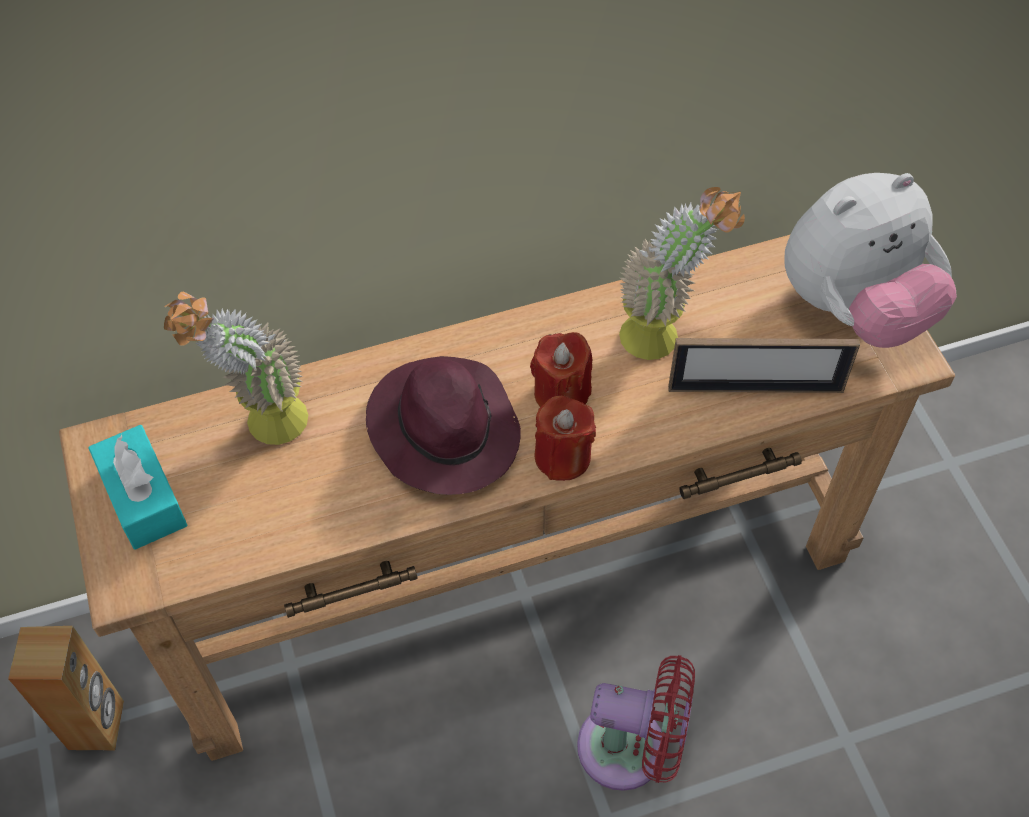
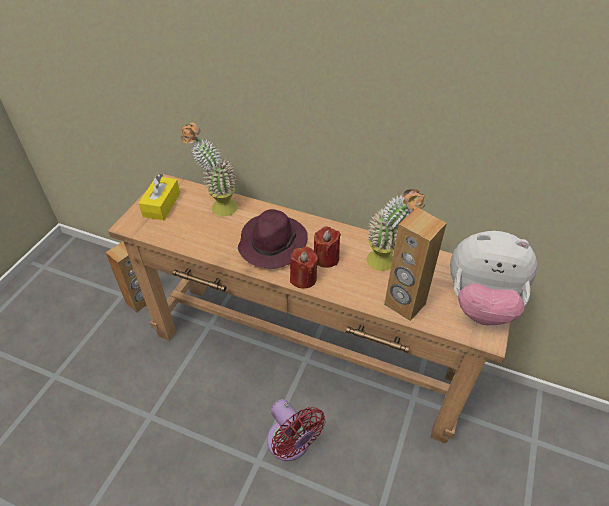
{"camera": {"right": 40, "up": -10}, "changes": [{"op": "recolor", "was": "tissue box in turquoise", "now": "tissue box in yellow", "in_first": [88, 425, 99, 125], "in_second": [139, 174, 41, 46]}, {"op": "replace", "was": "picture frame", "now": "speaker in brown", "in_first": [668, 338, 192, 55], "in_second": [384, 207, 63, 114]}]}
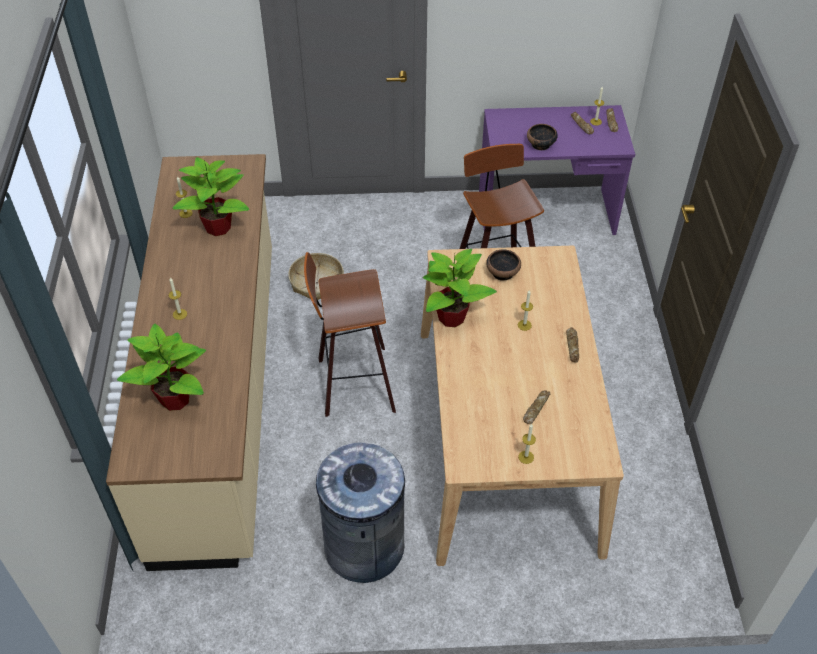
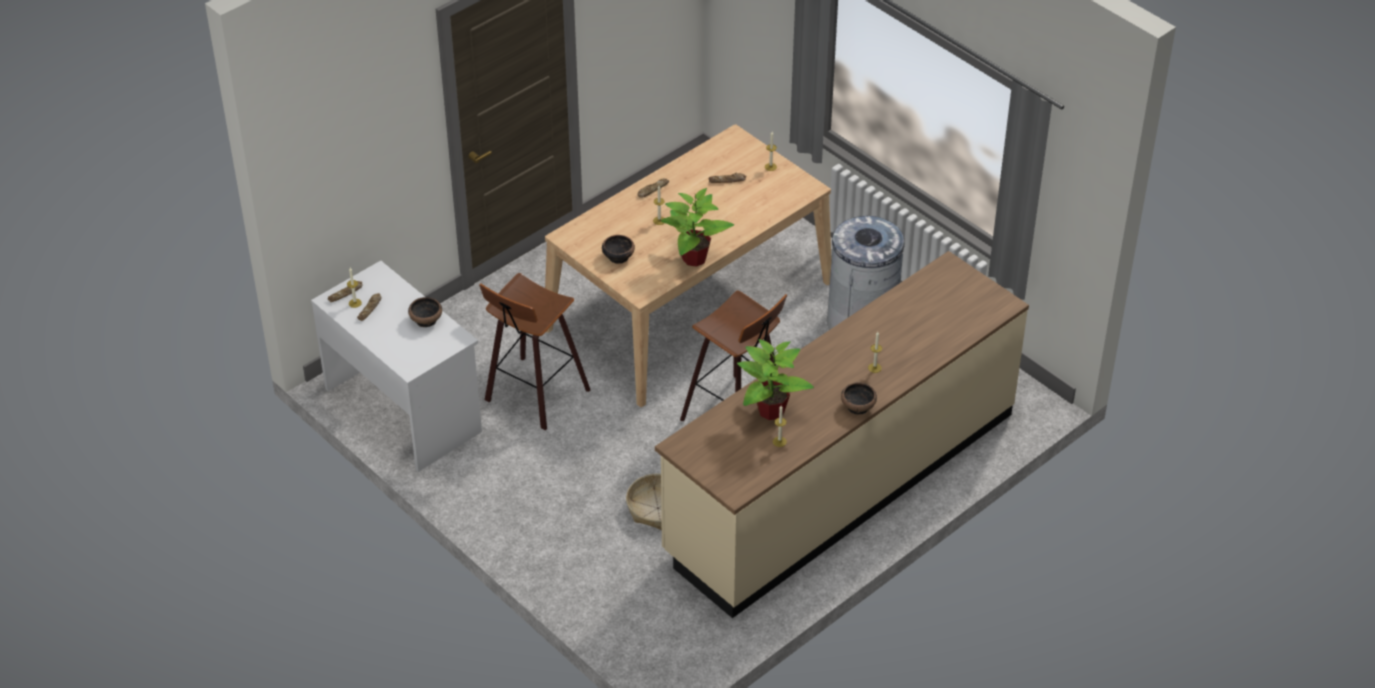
{"camera": {"right": -130, "up": -5}, "changes": [{"op": "delete", "was": "potted plant", "in_first": [117, 324, 89, 87]}, {"op": "recolor", "was": "desk in purple", "now": "desk in white", "in_first": [479, 105, 156, 130], "in_second": [311, 261, 171, 211]}, {"op": "insert", "now": "bowl", "in_second": [841, 382, 36, 33]}]}
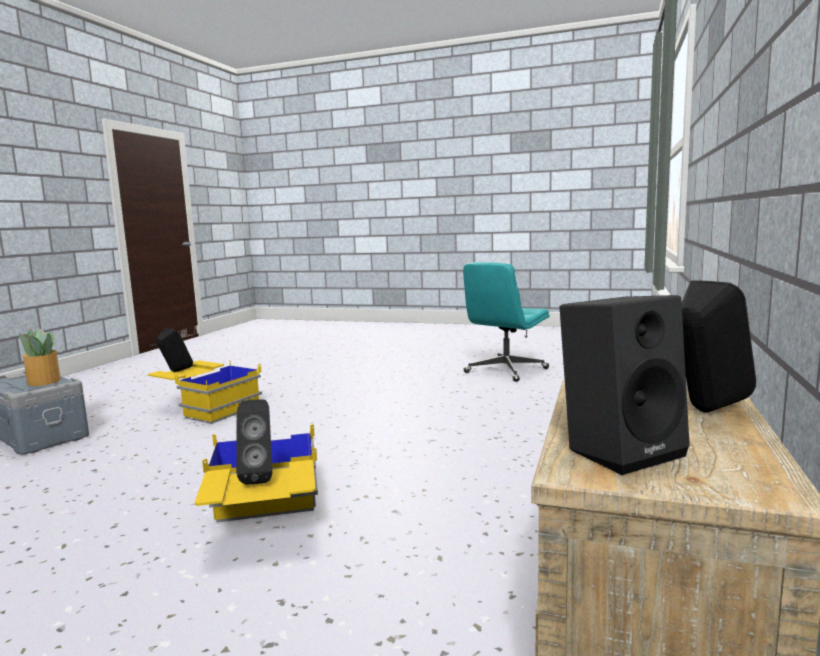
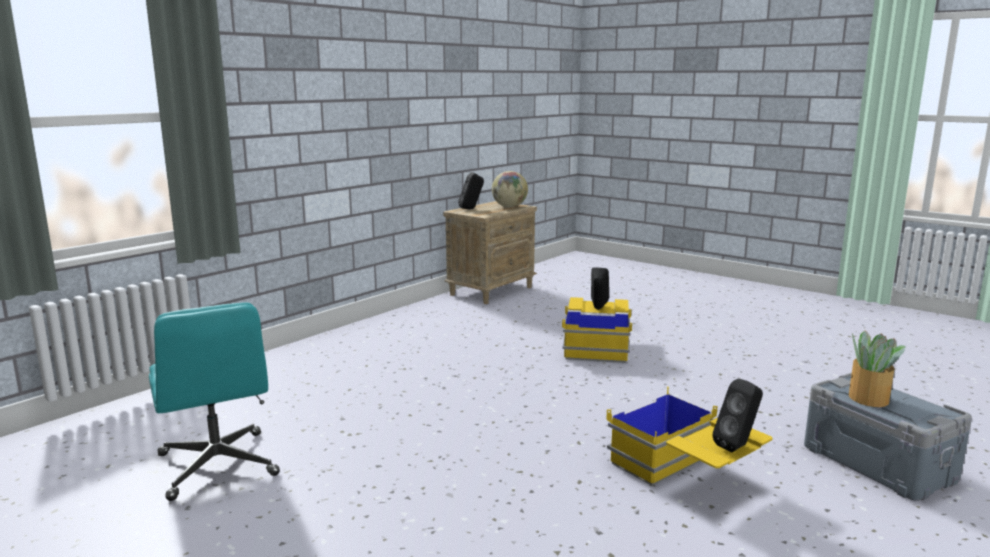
{"camera": {"right": -160, "up": 5}, "changes": [{"op": "rotate", "was": "office chair in turquoise", "in_first": [463, 262, 87, 120], "in_second": [149, 302, 131, 199], "clockwise": 90}, {"op": "replace", "was": "speaker in black", "now": "globe", "in_first": [560, 295, 130, 180], "in_second": [492, 171, 36, 36]}]}
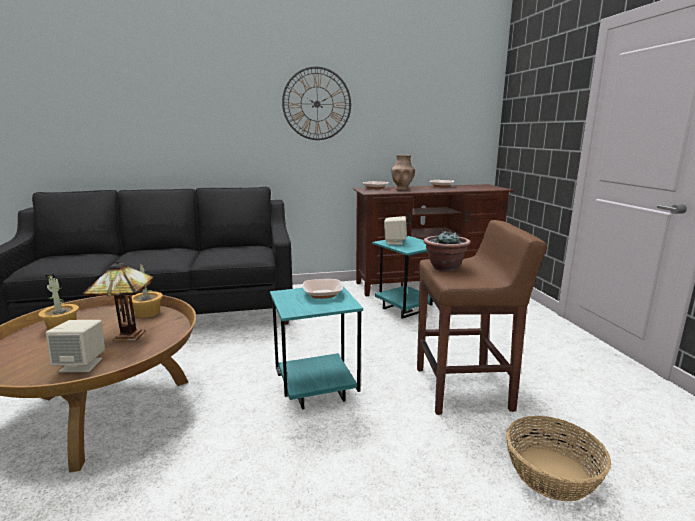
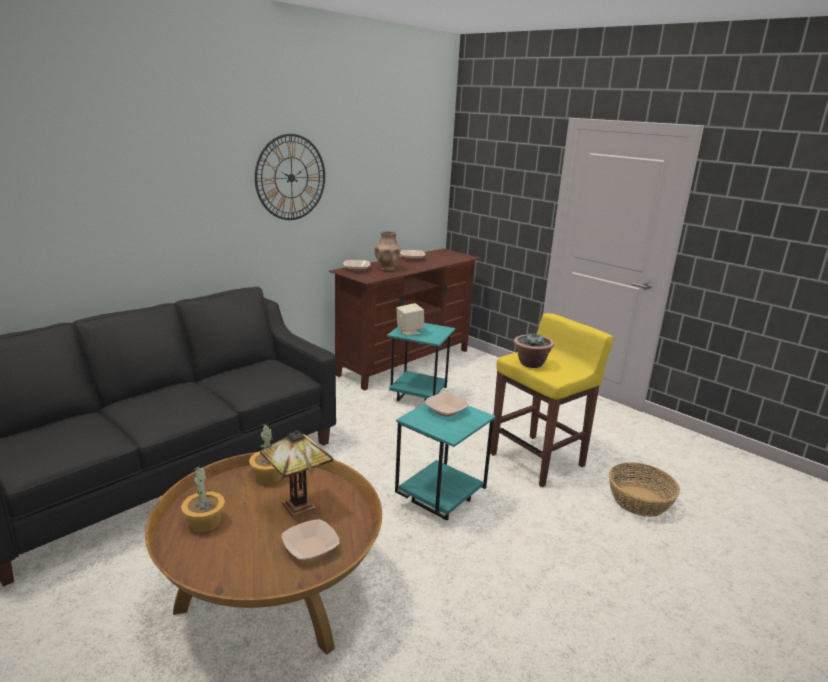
{"camera": {"right": -35, "up": 5}, "changes": [{"op": "replace", "was": "speaker in beige", "now": "bowl", "in_first": [46, 320, 59, 52], "in_second": [282, 519, 58, 41]}, {"op": "recolor", "was": "stool in brown", "now": "stool in yellow", "in_first": [417, 220, 130, 195], "in_second": [490, 313, 124, 174]}]}
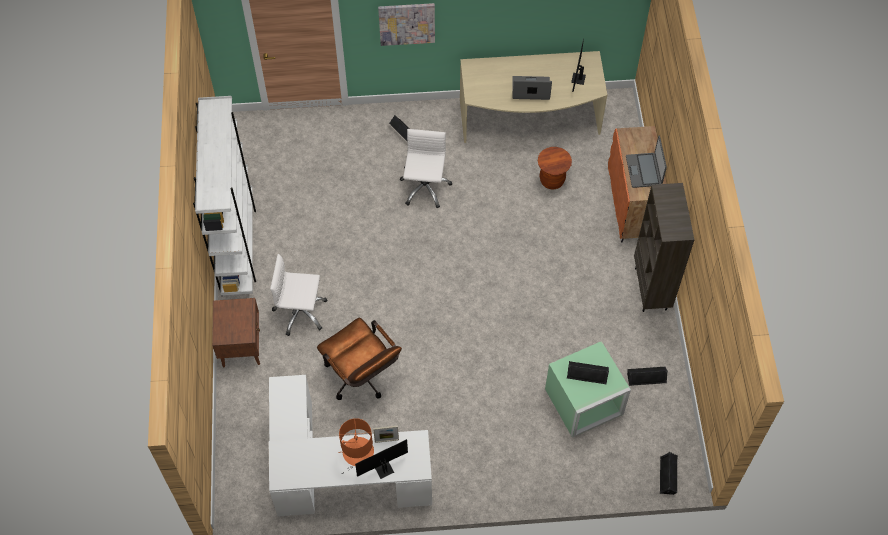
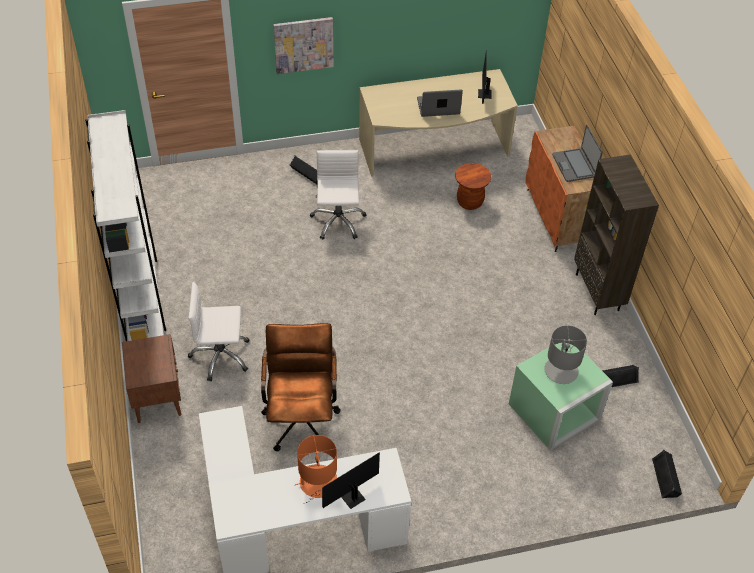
{"camera": {"right": -10, "up": -10}, "changes": [{"op": "rotate", "was": "office chair in brown", "in_first": [317, 318, 85, 82], "in_second": [261, 323, 80, 128], "clockwise": -135}, {"op": "delete", "was": "picture frame", "in_first": [373, 425, 26, 18]}, {"op": "replace", "was": "speaker in black", "now": "table lamp in grey", "in_first": [567, 361, 42, 23], "in_second": [544, 325, 43, 59]}]}
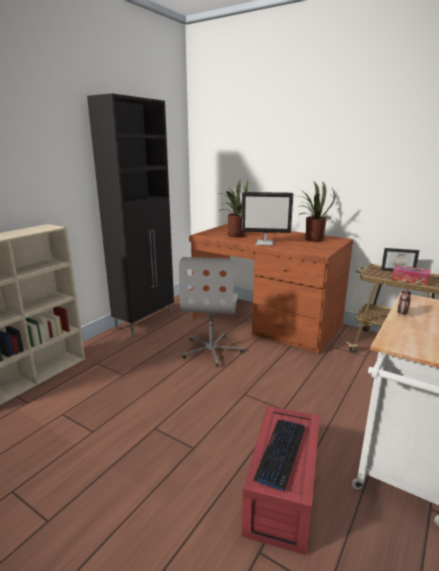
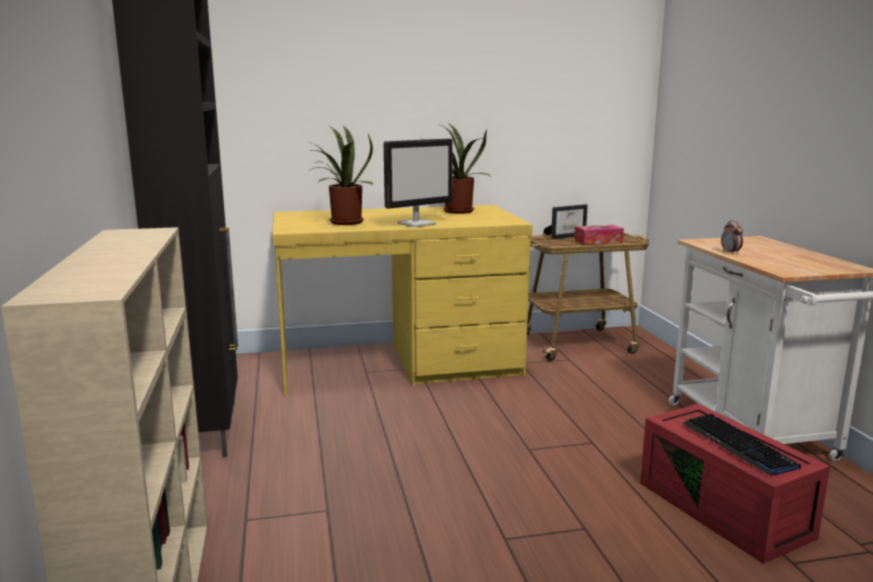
{"camera": {"right": -45, "up": -5}, "changes": [{"op": "delete", "was": "office chair in grey", "in_first": [179, 257, 65, 110]}, {"op": "recolor", "was": "desk in brown", "now": "desk in yellow", "in_first": [189, 224, 164, 131], "in_second": [272, 205, 261, 191]}]}
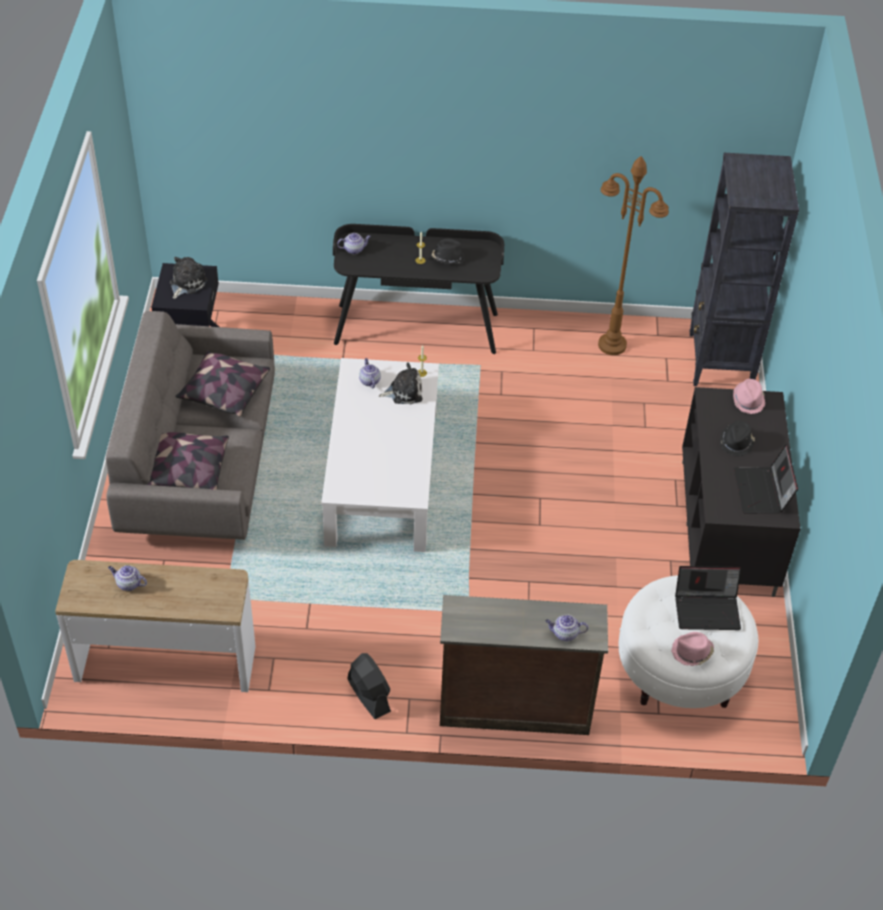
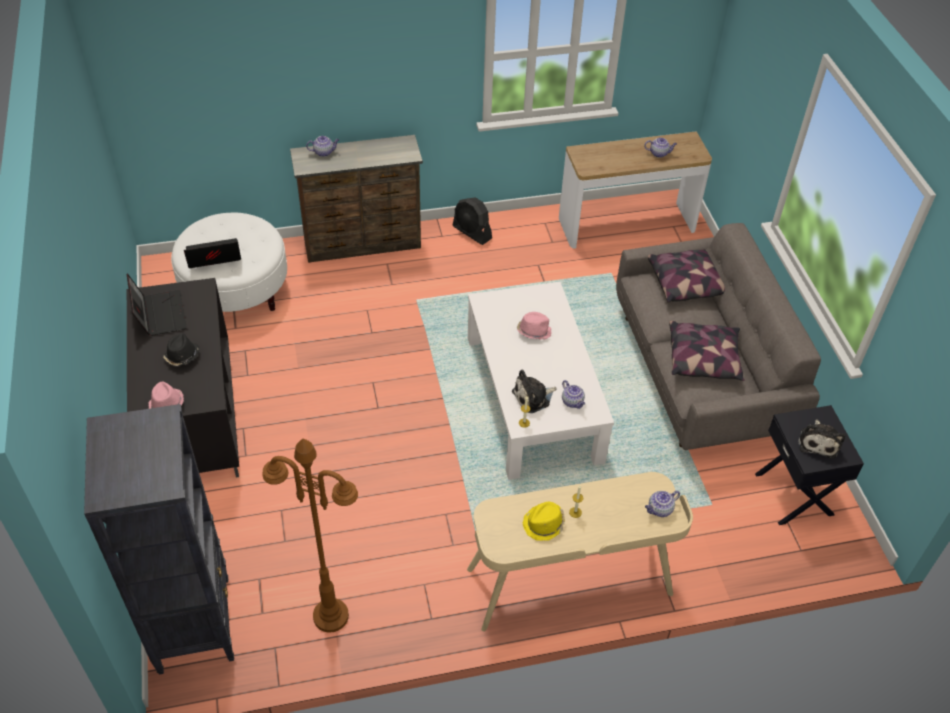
{"camera": {"right": 165, "up": 0}, "changes": [{"op": "recolor", "was": "desk in black", "now": "desk in beige", "in_first": [333, 224, 171, 130], "in_second": [467, 472, 226, 160]}, {"op": "recolor", "was": "hat in black", "now": "hat in yellow", "in_first": [432, 238, 33, 26], "in_second": [523, 502, 42, 39]}, {"op": "move", "was": "hat in pink", "in_first": [671, 632, 43, 34], "in_second": [517, 312, 35, 28]}]}
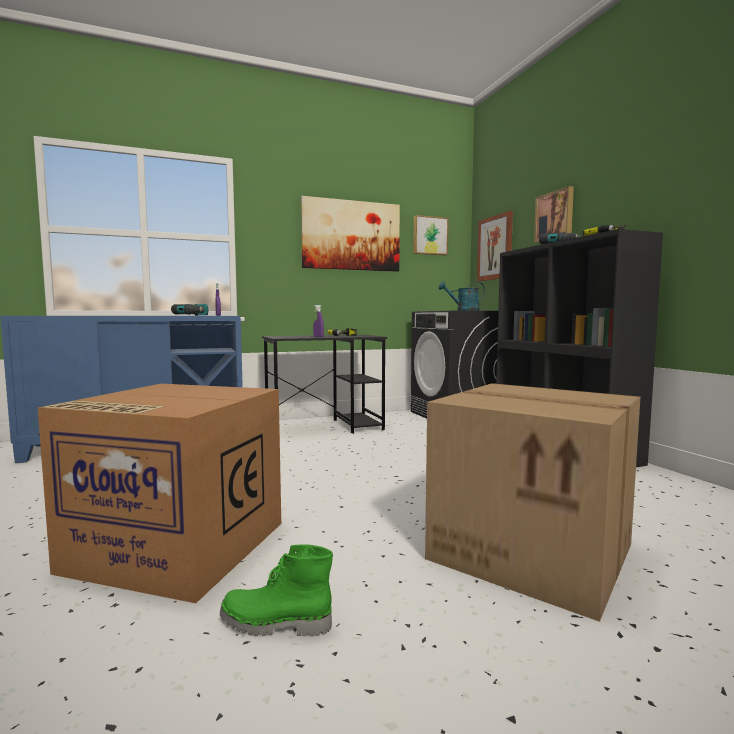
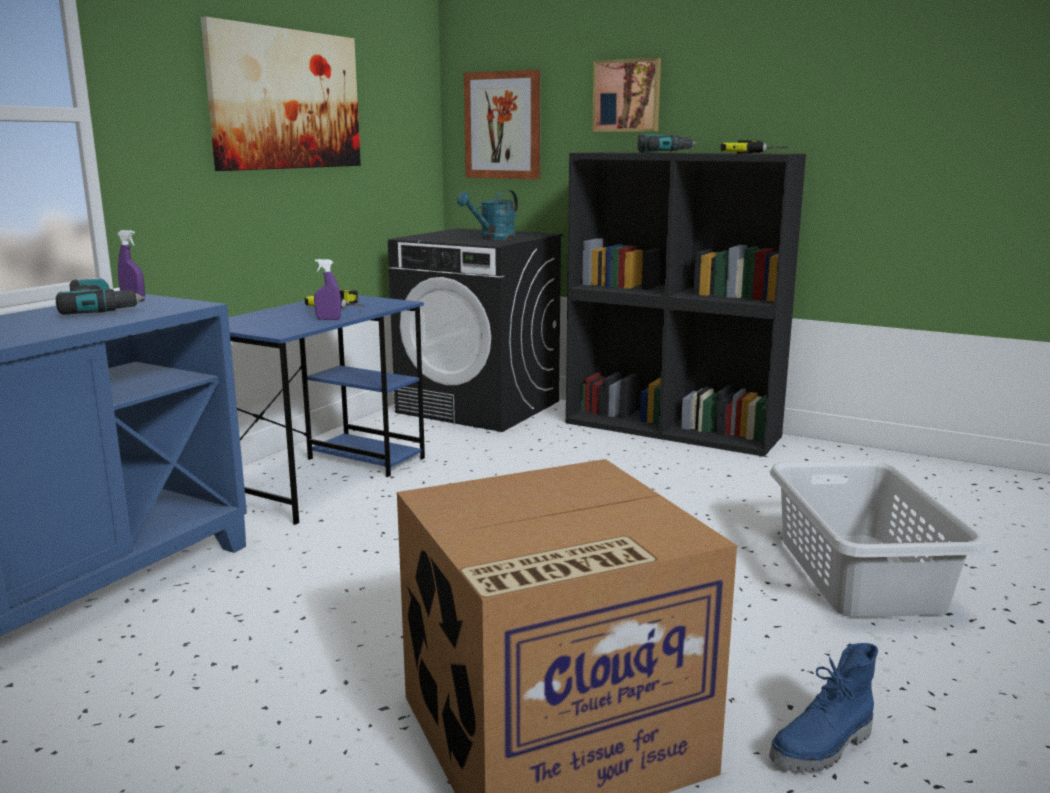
{"camera": {"right": -40, "up": 10}, "changes": [{"op": "recolor", "was": "boot in green", "now": "boot in blue", "in_first": [220, 545, 113, 92], "in_second": [769, 643, 109, 129]}, {"op": "recolor", "was": "desk in black", "now": "desk in blue", "in_first": [262, 335, 125, 98], "in_second": [228, 295, 197, 230]}, {"op": "delete", "was": "picture", "in_first": [413, 215, 36, 40]}, {"op": "replace", "was": "cardboard box", "now": "laundry basket in grey", "in_first": [425, 383, 215, 239], "in_second": [770, 460, 216, 157]}]}
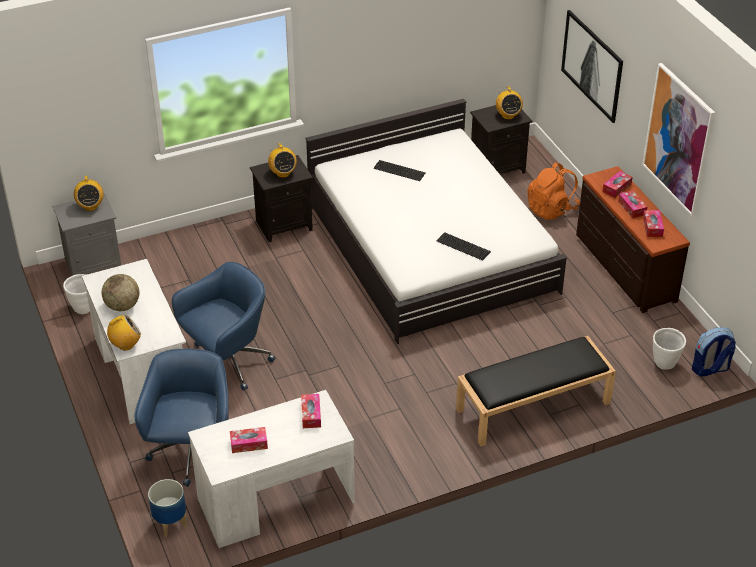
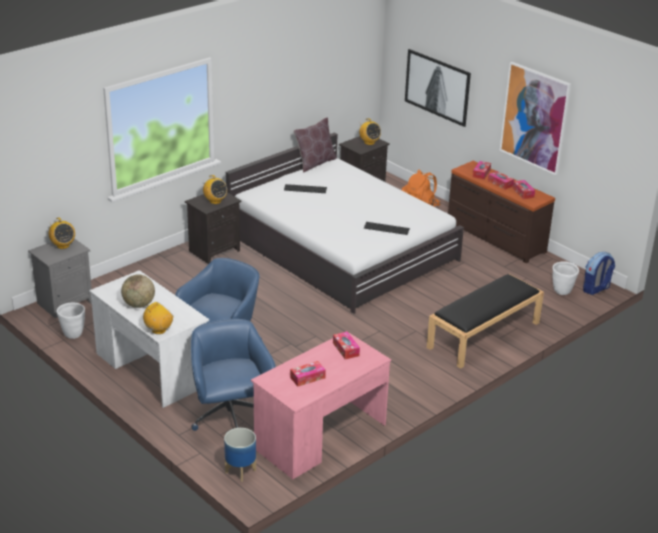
{"camera": {"right": -20, "up": -10}, "changes": [{"op": "recolor", "was": "desk in white", "now": "desk in pink", "in_first": [188, 390, 167, 158], "in_second": [251, 331, 140, 148]}, {"op": "insert", "now": "pillow in brown", "in_second": [294, 117, 43, 56]}]}
